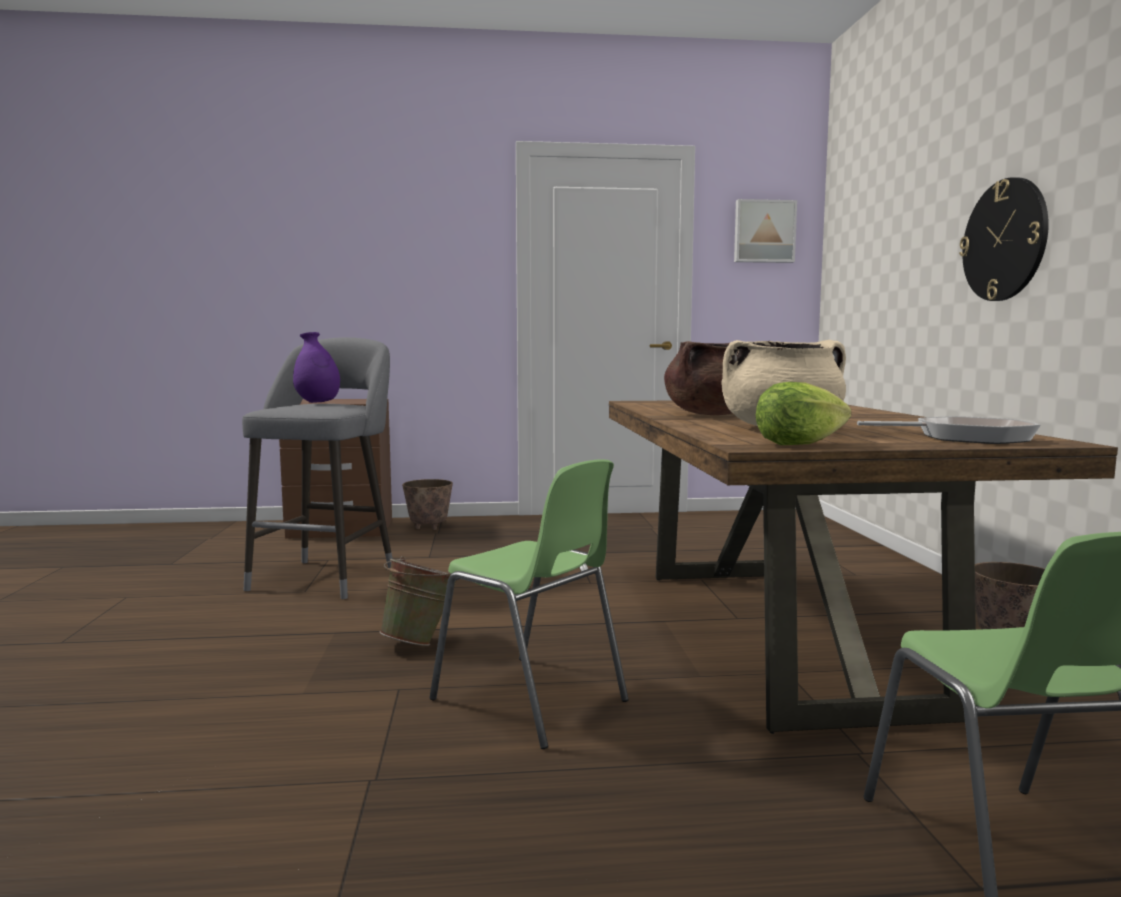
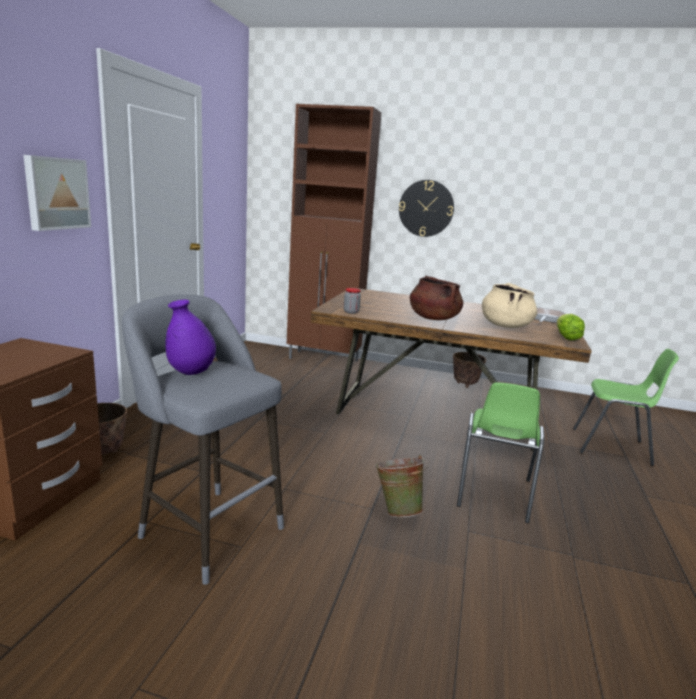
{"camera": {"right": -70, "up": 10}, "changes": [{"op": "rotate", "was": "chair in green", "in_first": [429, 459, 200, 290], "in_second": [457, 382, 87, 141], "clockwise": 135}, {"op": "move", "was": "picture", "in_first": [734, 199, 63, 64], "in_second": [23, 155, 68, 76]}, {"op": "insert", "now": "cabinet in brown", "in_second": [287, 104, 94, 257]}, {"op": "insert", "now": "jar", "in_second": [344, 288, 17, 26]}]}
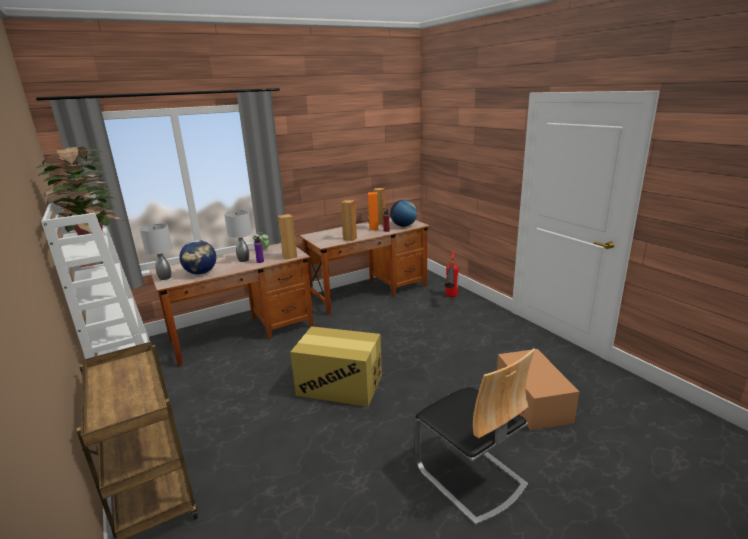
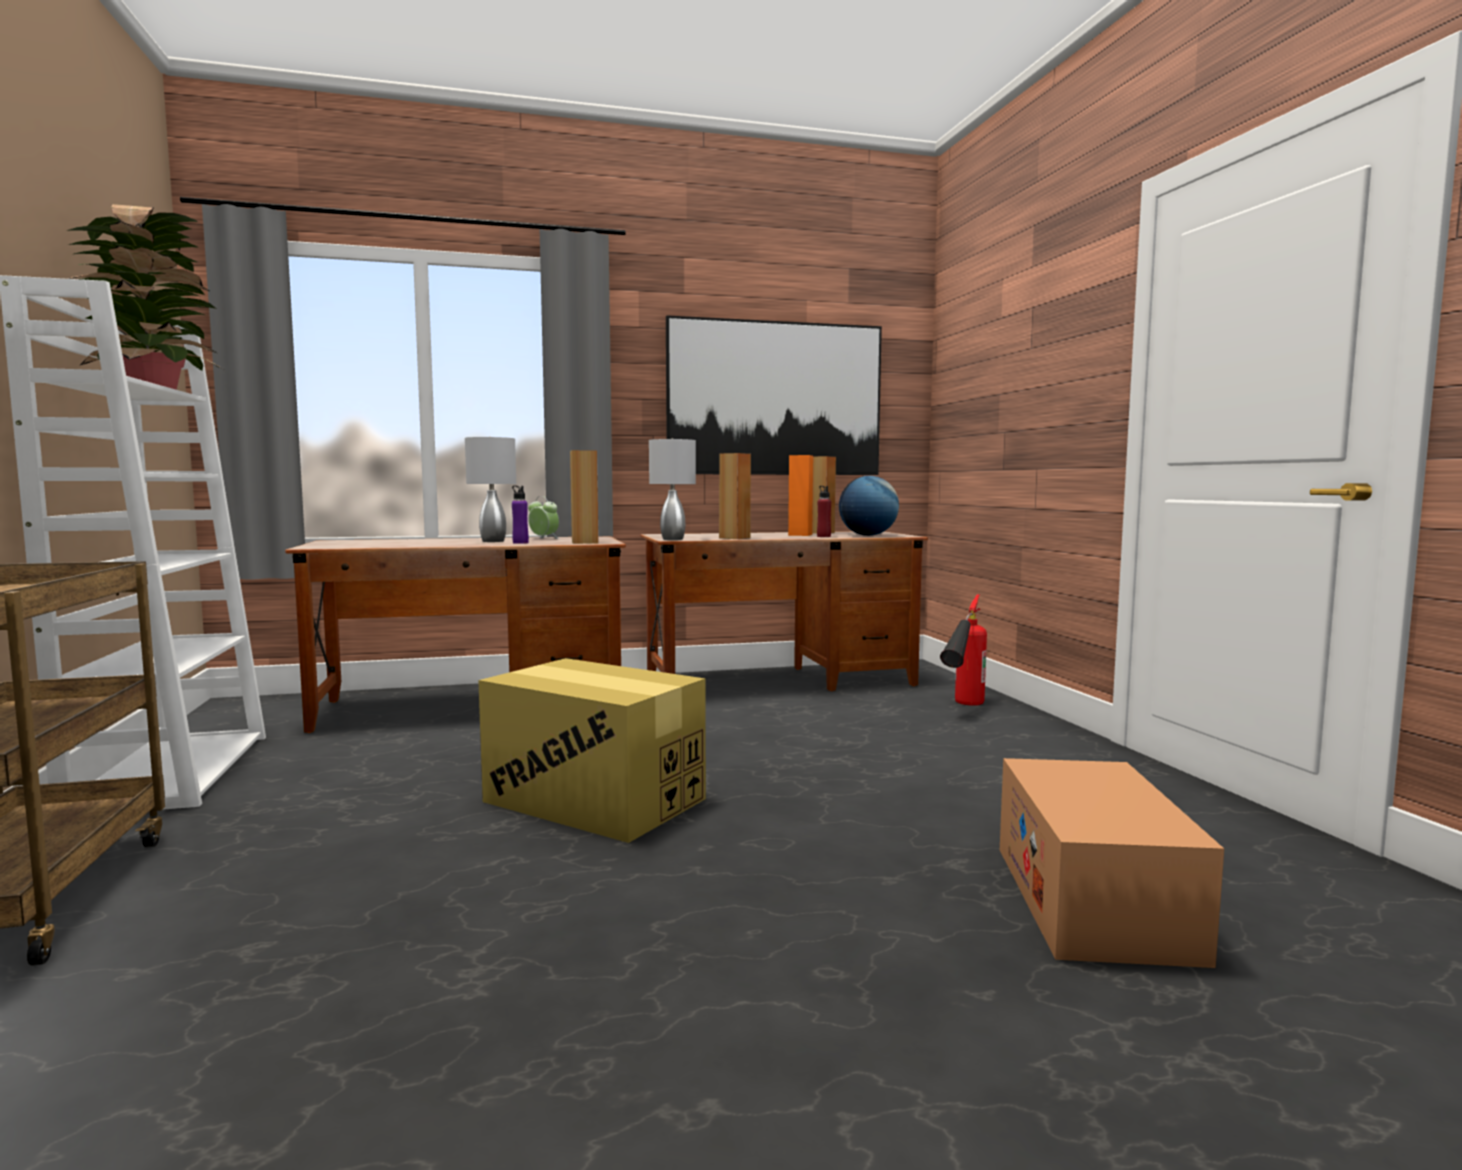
{"camera": {"right": 15, "up": -15}, "changes": [{"op": "move", "was": "table lamp in grey", "in_first": [140, 224, 32, 56], "in_second": [649, 438, 47, 102]}, {"op": "delete", "was": "globe", "in_first": [179, 240, 37, 35]}, {"op": "delete", "was": "chair", "in_first": [414, 348, 121, 178]}, {"op": "insert", "now": "picture", "in_second": [666, 315, 216, 160]}]}
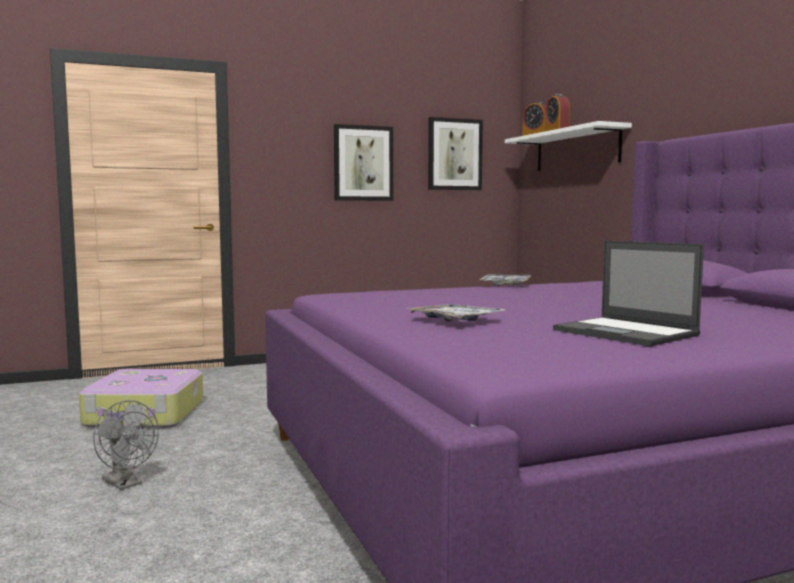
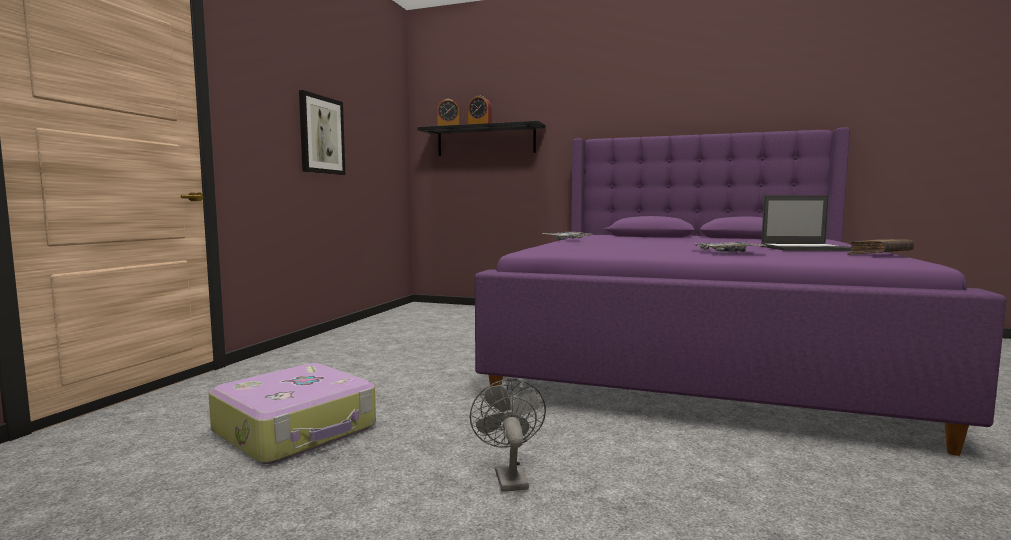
{"camera": {"right": -50, "up": 0}, "changes": [{"op": "rotate", "was": "fan in grey", "in_first": [93, 400, 66, 90], "in_second": [470, 379, 76, 113], "clockwise": -90}, {"op": "delete", "was": "picture", "in_first": [428, 117, 55, 73]}, {"op": "recolor", "was": "shelf in white", "now": "shelf in black", "in_first": [505, 121, 127, 50], "in_second": [417, 121, 129, 35]}, {"op": "insert", "now": "book in brown", "in_second": [847, 239, 67, 16]}]}
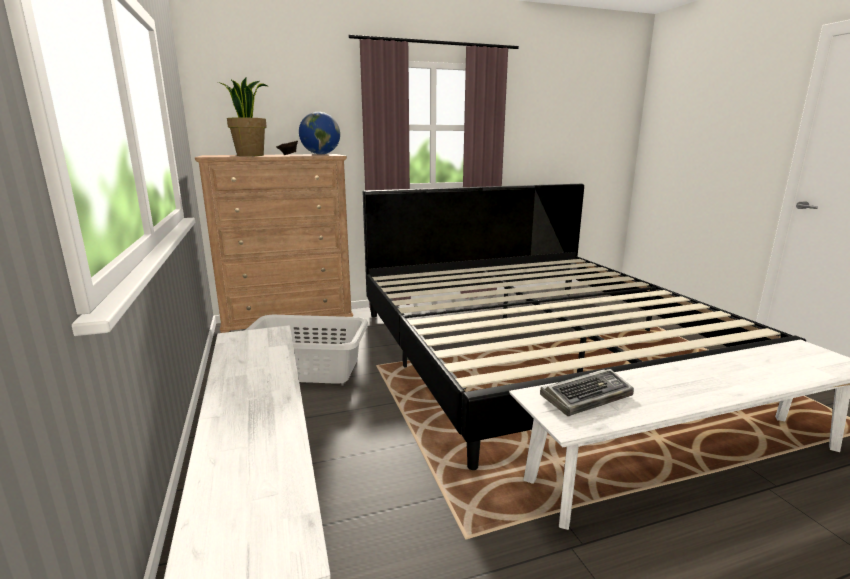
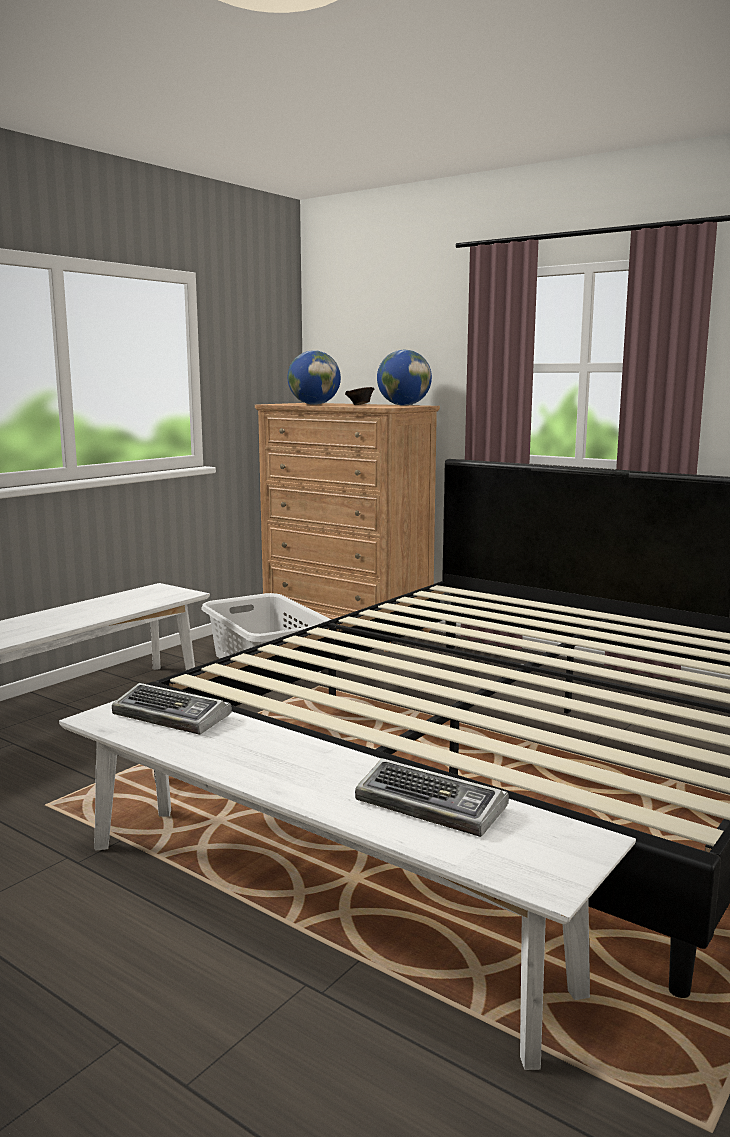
{"camera": {"right": 55, "up": -5}, "changes": [{"op": "replace", "was": "potted plant", "now": "globe", "in_first": [218, 77, 50, 79], "in_second": [288, 350, 53, 55]}, {"op": "insert", "now": "keyboard", "in_second": [355, 758, 154, 79]}]}
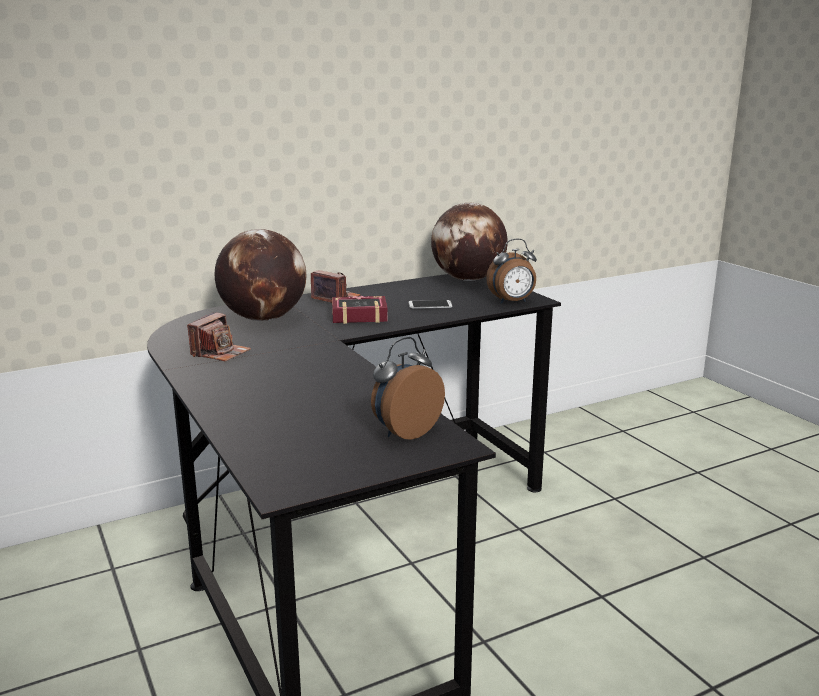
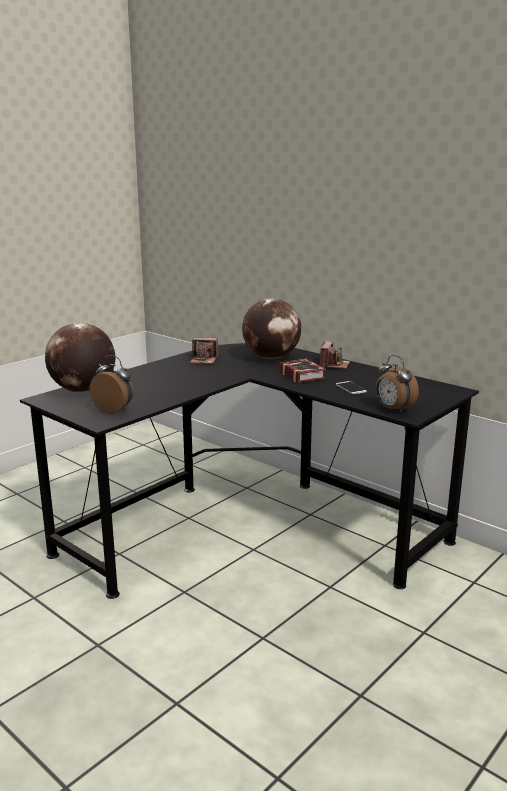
{"camera": {"right": 70, "up": 0}, "changes": [{"op": "move", "was": "globe", "in_first": [431, 203, 77, 78], "in_second": [45, 323, 70, 69]}]}
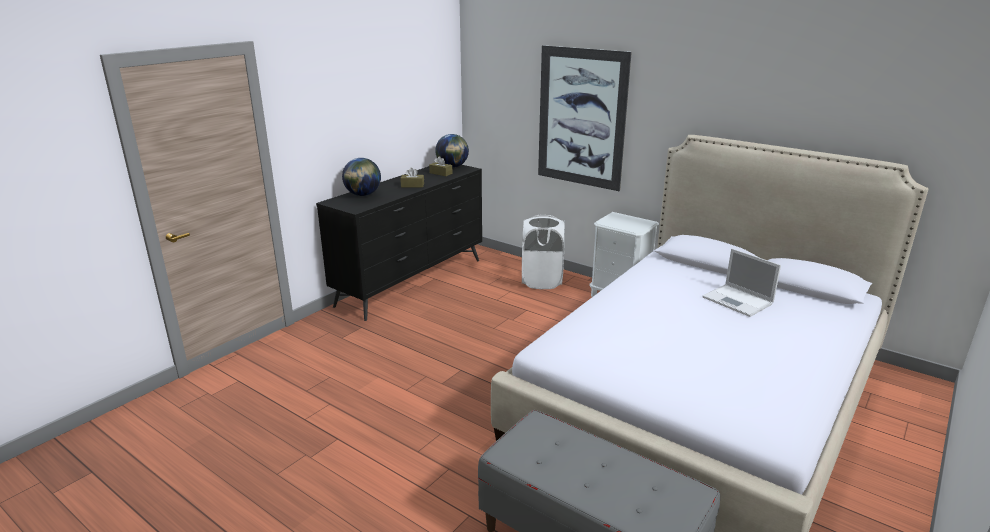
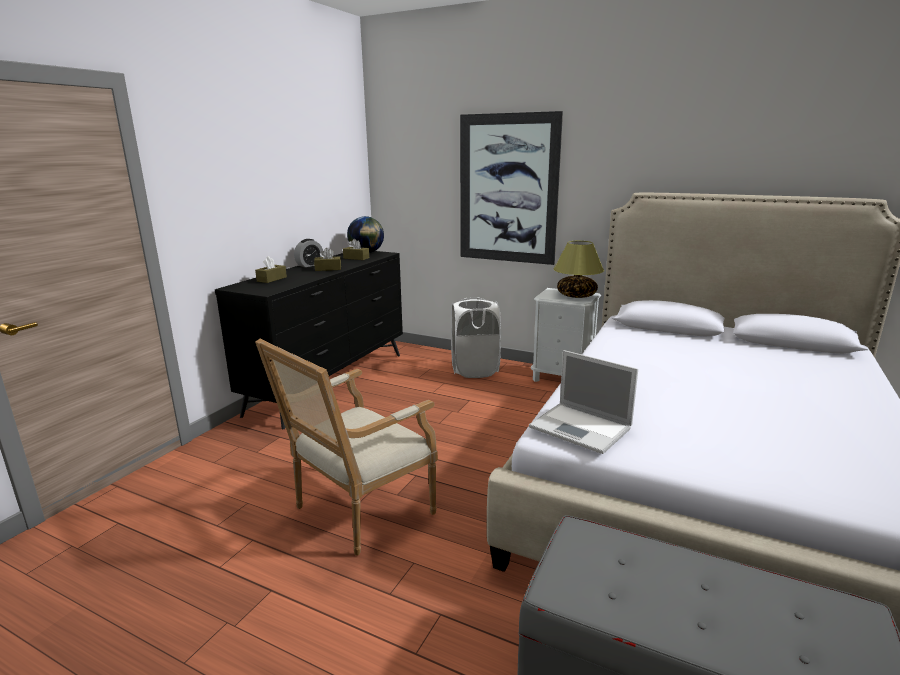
{"camera": {"right": -10, "up": -5}, "changes": [{"op": "replace", "was": "globe", "now": "tissue box in brown", "in_first": [342, 158, 39, 38], "in_second": [255, 256, 32, 27]}, {"op": "move", "was": "laptop", "in_first": [702, 249, 79, 68], "in_second": [529, 350, 109, 104]}, {"op": "insert", "now": "armchair", "in_second": [255, 339, 183, 217]}, {"op": "insert", "now": "alarm clock", "in_second": [294, 239, 29, 28]}, {"op": "insert", "now": "table lamp", "in_second": [553, 241, 51, 57]}]}
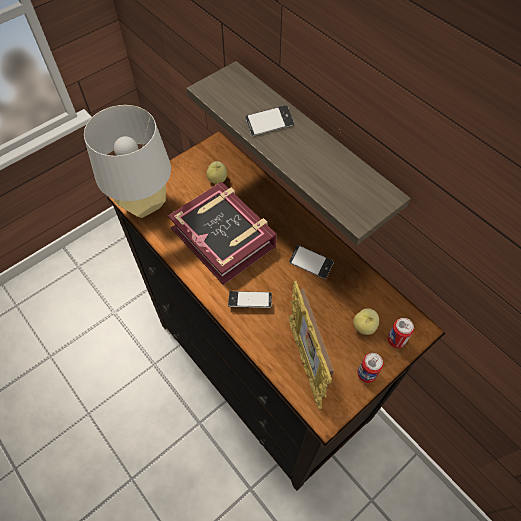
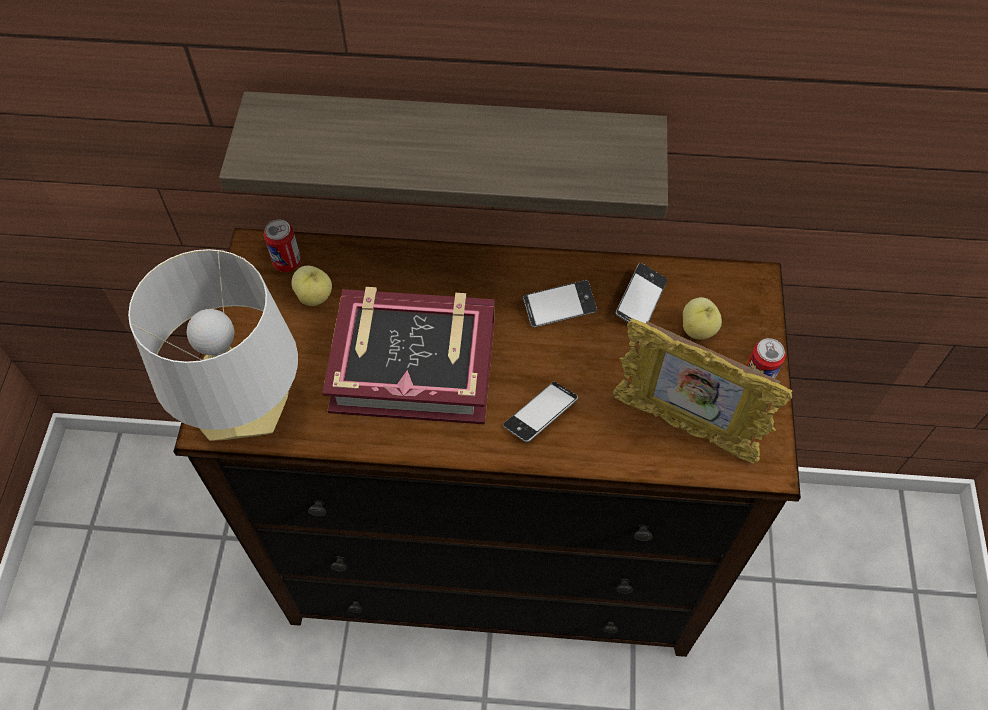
{"camera": {"right": -45, "up": 0}, "changes": [{"op": "move", "was": "phone", "in_first": [245, 105, 49, 31], "in_second": [615, 263, 52, 60]}, {"op": "move", "was": "can", "in_first": [387, 318, 27, 30], "in_second": [264, 220, 37, 52]}]}
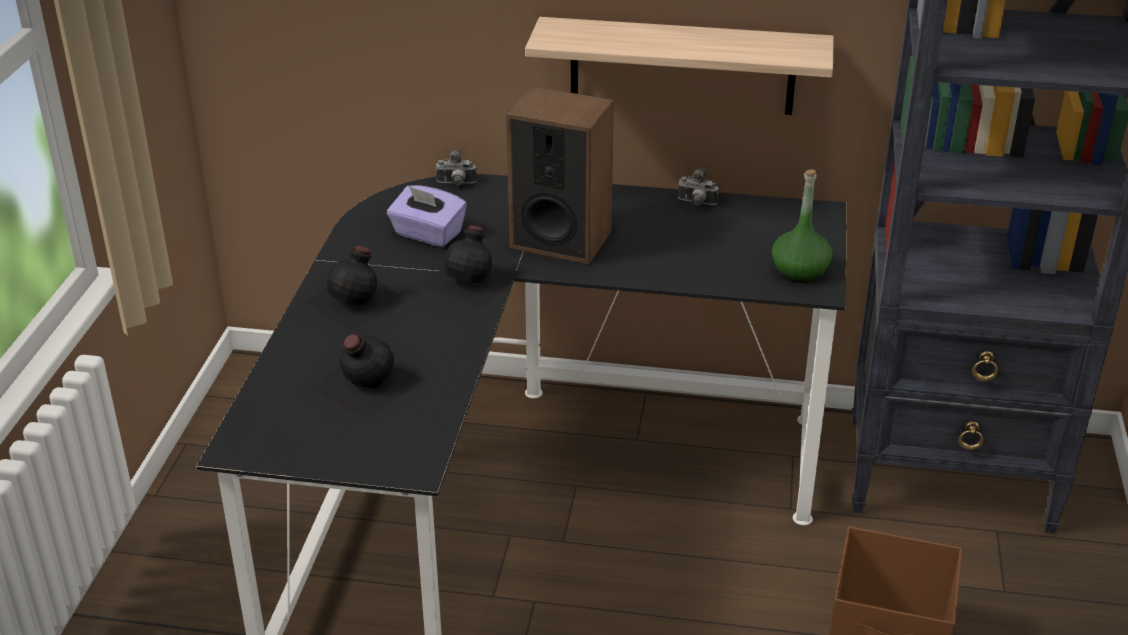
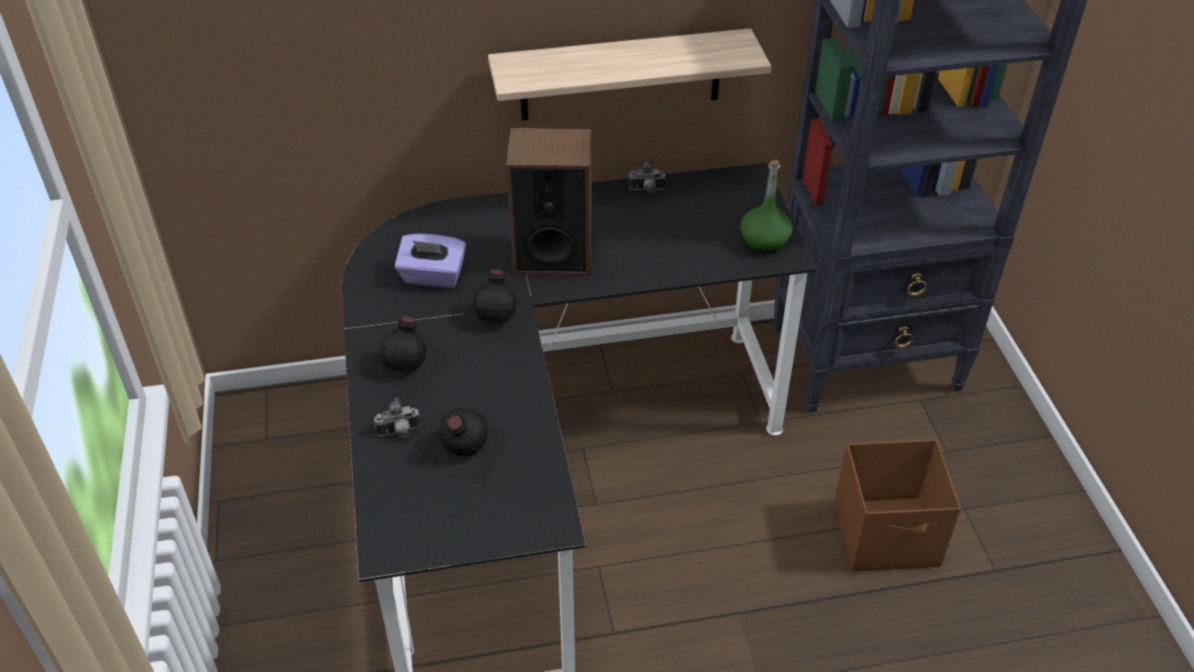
{"camera": {"right": -20, "up": 10}, "changes": [{"op": "move", "was": "photo camera", "in_first": [435, 149, 42, 36], "in_second": [374, 398, 47, 39]}]}
